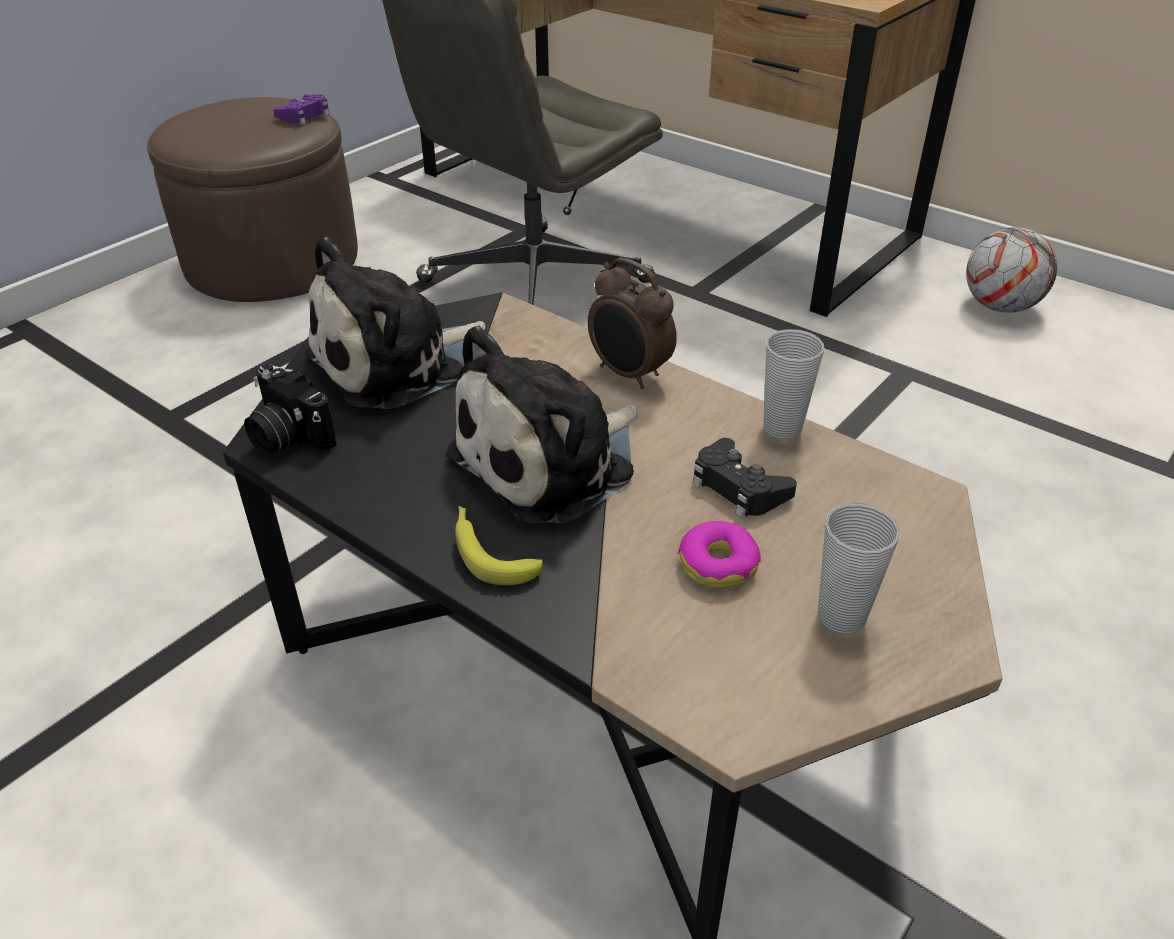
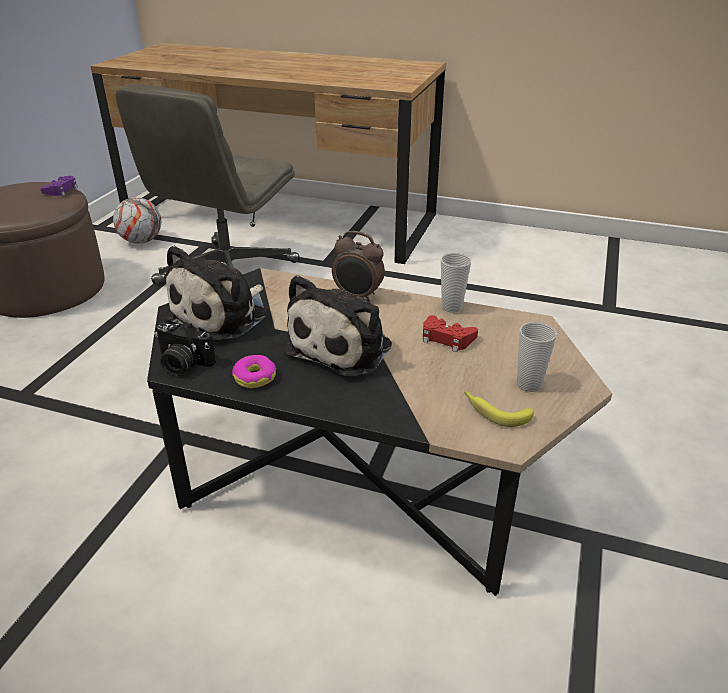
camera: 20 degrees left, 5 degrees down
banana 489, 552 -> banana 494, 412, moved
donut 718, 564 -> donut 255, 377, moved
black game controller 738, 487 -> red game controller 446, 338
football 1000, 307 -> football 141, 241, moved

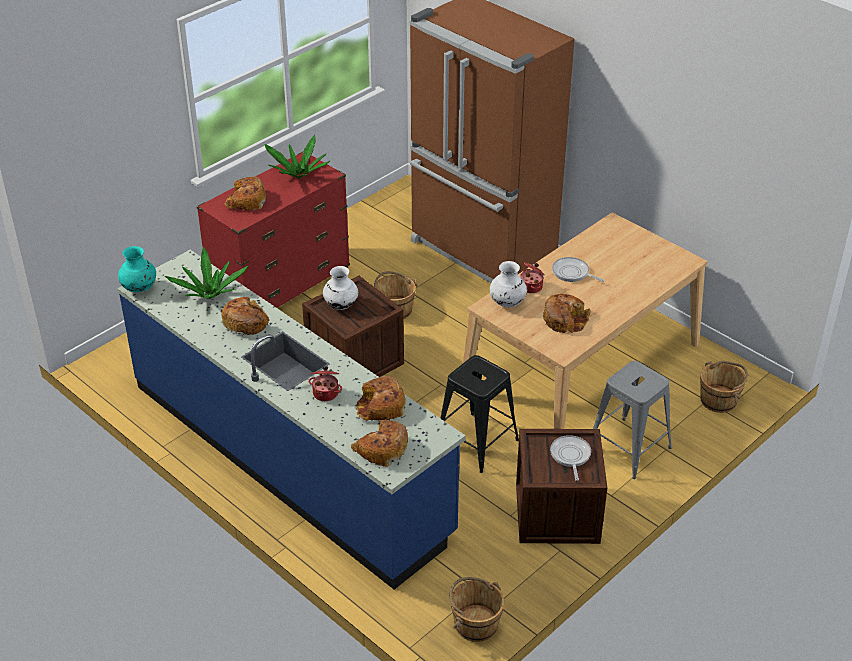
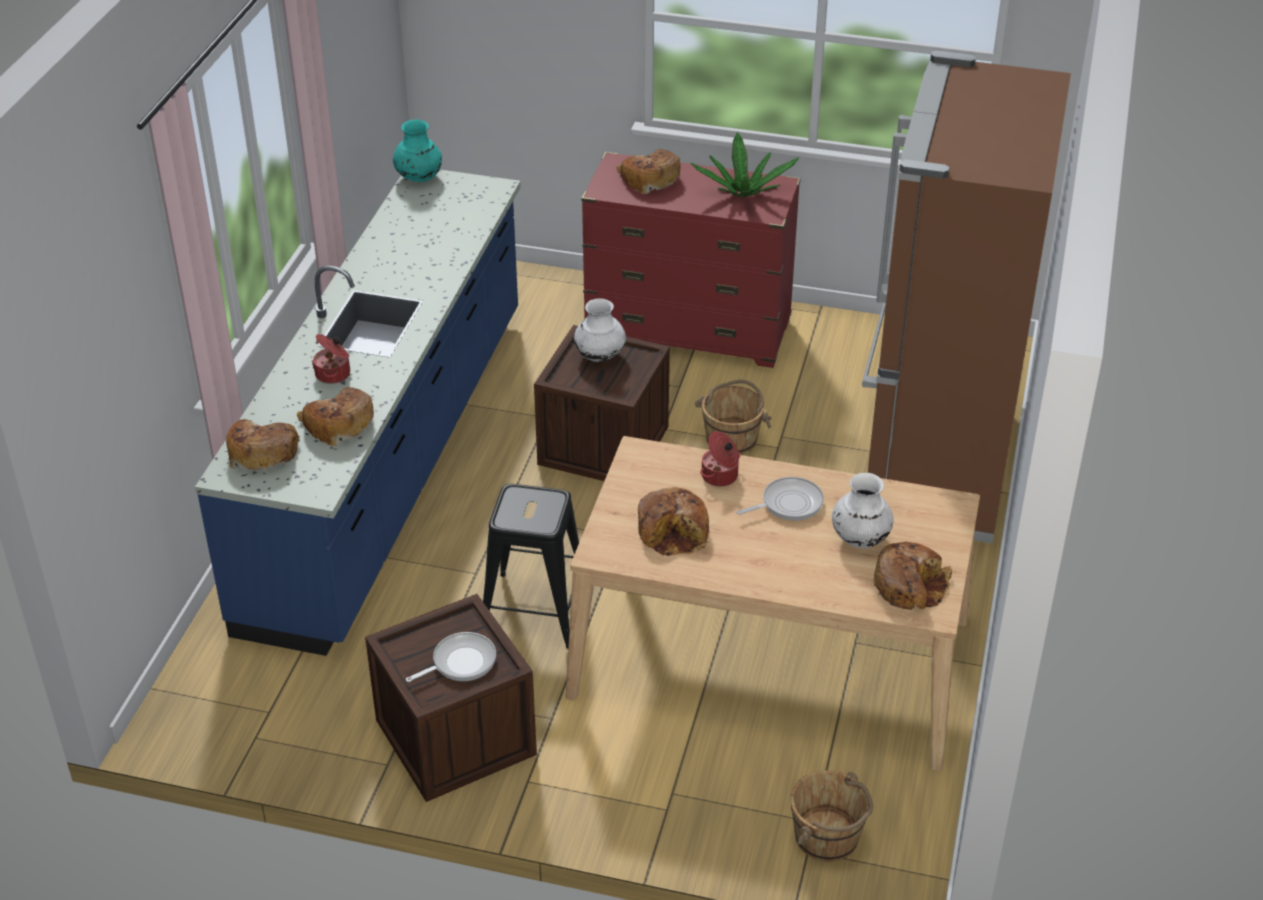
camera: 60 degrees right, 0 degrees up
potted plant 209, 294 -> none
bread 246, 322 -> bread 910, 585, moved
brown bucket 475, 624 -> none
white vase 507, 303 -> white vase 860, 539, moved
frying pan 572, 273 -> frying pan 788, 504, 60 degrees clockwise
grey stool 628, 447 -> none

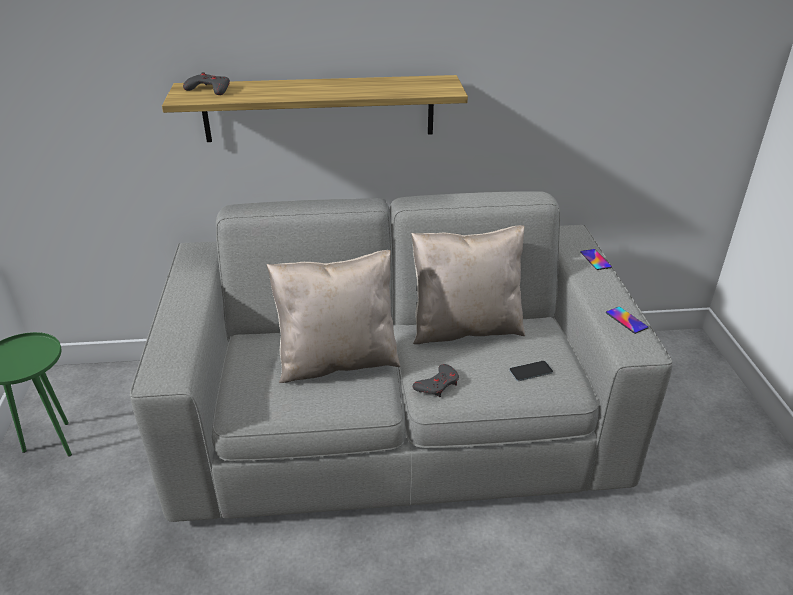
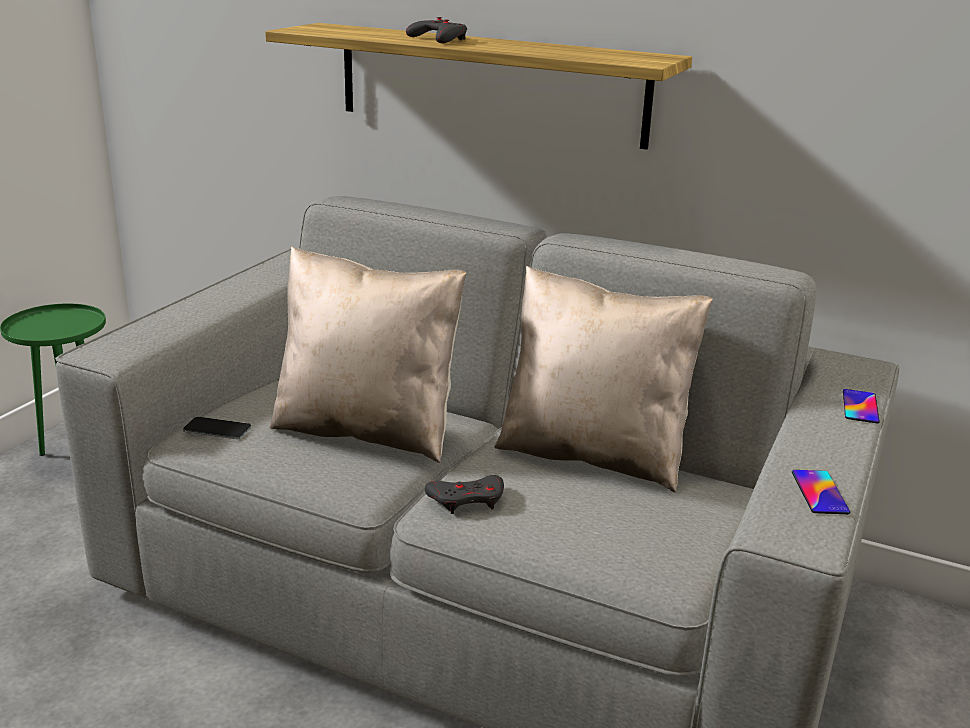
camera: 30 degrees right, 10 degrees down
grey game controller 209, 89 -> grey game controller 438, 39, moved
phone 530, 371 -> phone 217, 429, moved

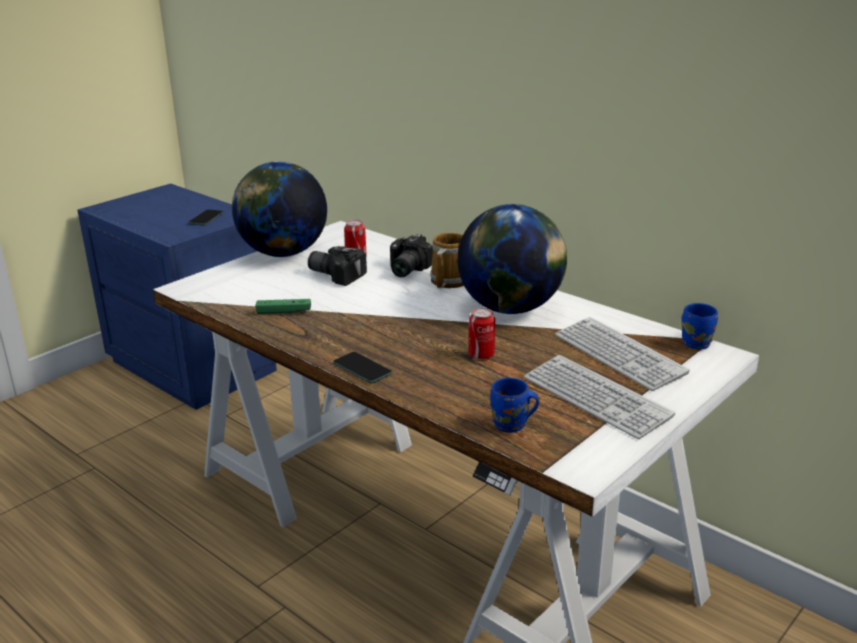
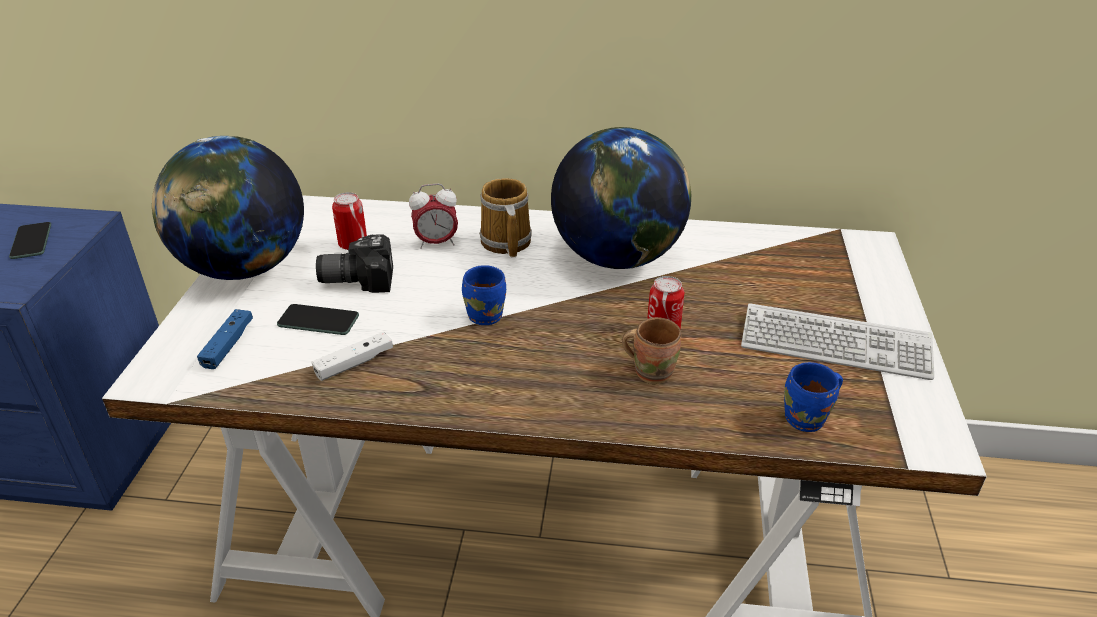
camera: 35 degrees left, 10 degrees up
green game controller 284, 312 -> white game controller 354, 363
phone 362, 368 -> phone 318, 320, moved
photo camera 405, 270 -> alarm clock 436, 243
keyboard 618, 355 -> none
blue mug 698, 343 -> blue mug 487, 315, moved
none -> blue game controller 228, 345
none -> brown mug 651, 371

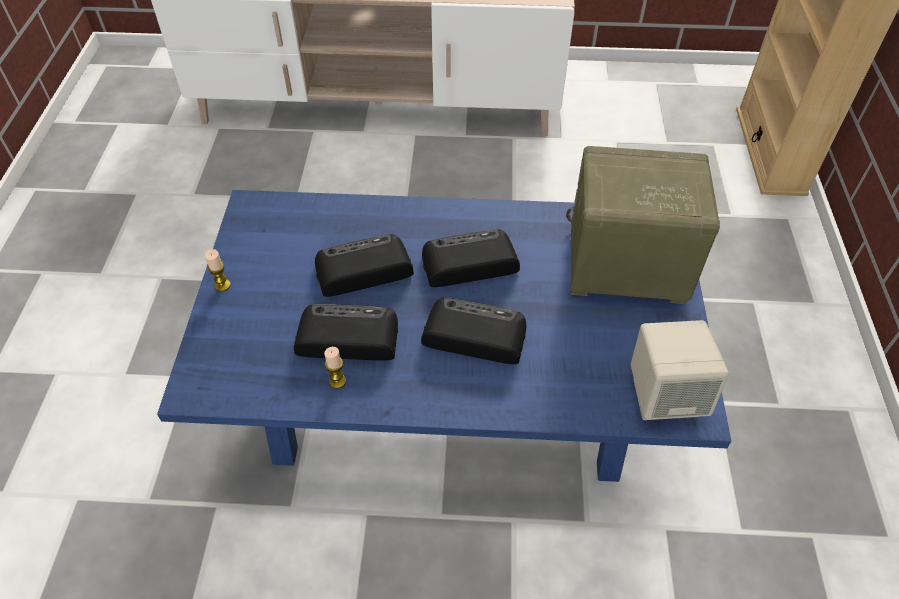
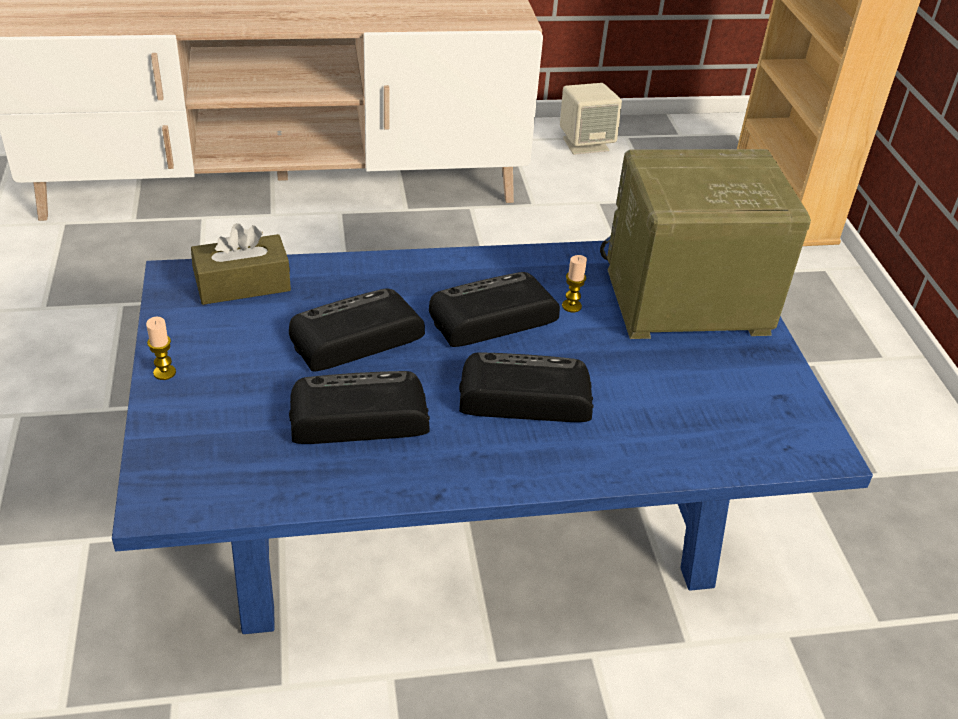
camera: 15 degrees left, 10 degrees down
candle 337, 381 -> candle 571, 306, moved
beige speaker 665, 396 -> beige speaker 585, 144, moved
none -> brown tissue box 242, 284

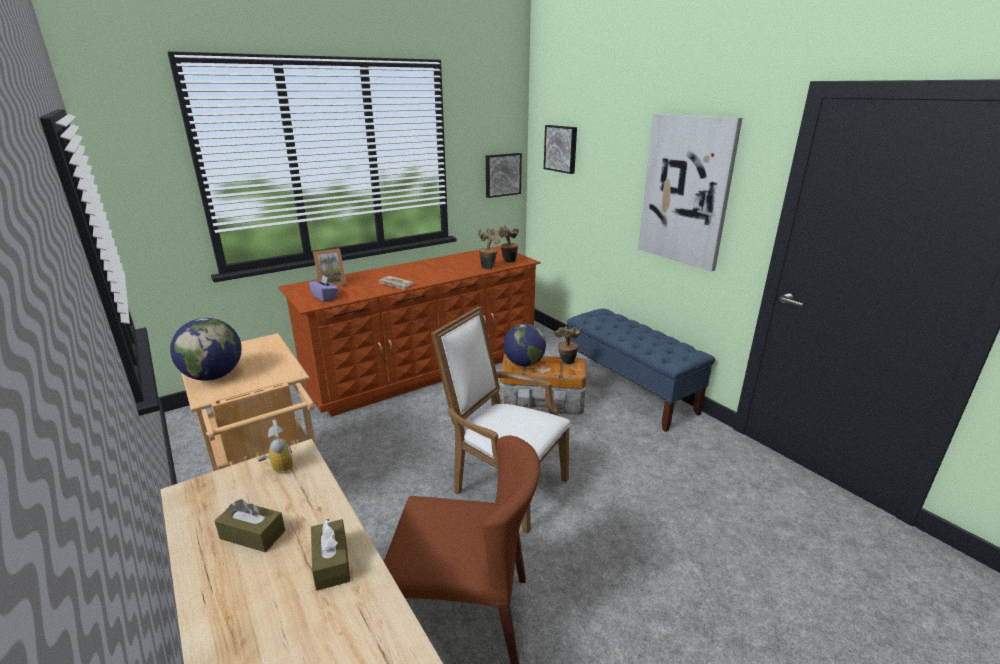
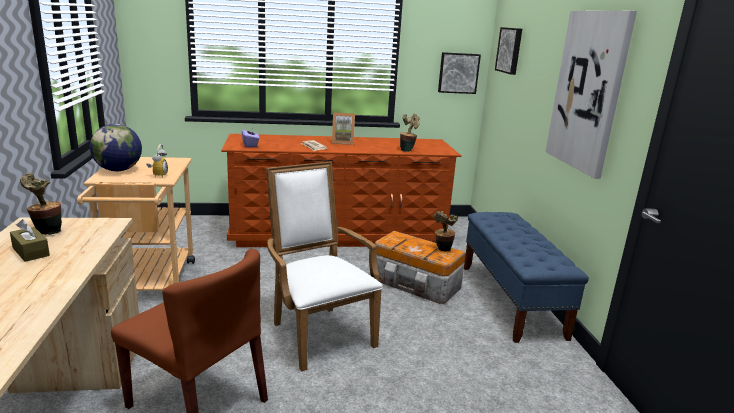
camera: 25 degrees right, 5 degrees down
alarm clock 277, 467 -> alarm clock 158, 175, moved
brown tissue box 331, 562 -> none
picture frame 331, 284 -> picture frame 342, 142, moved
potted plant 508, 262 -> potted plant 46, 232, moved
globe 524, 363 -> none

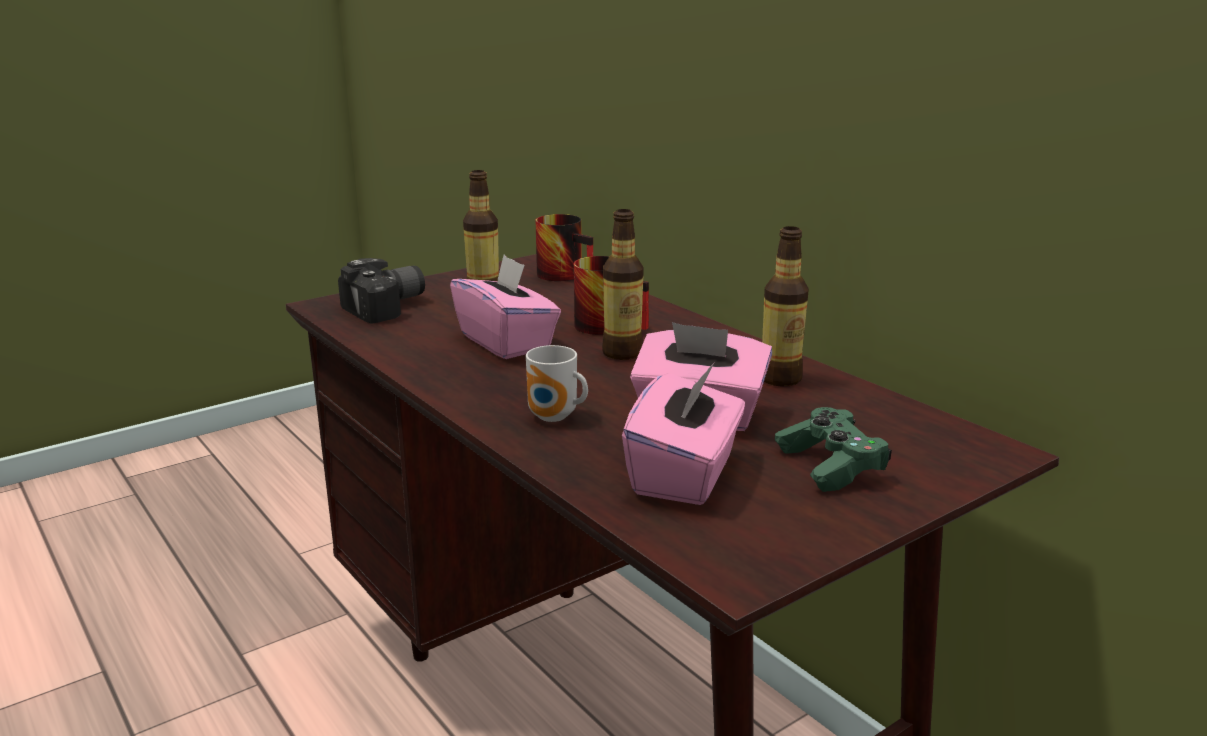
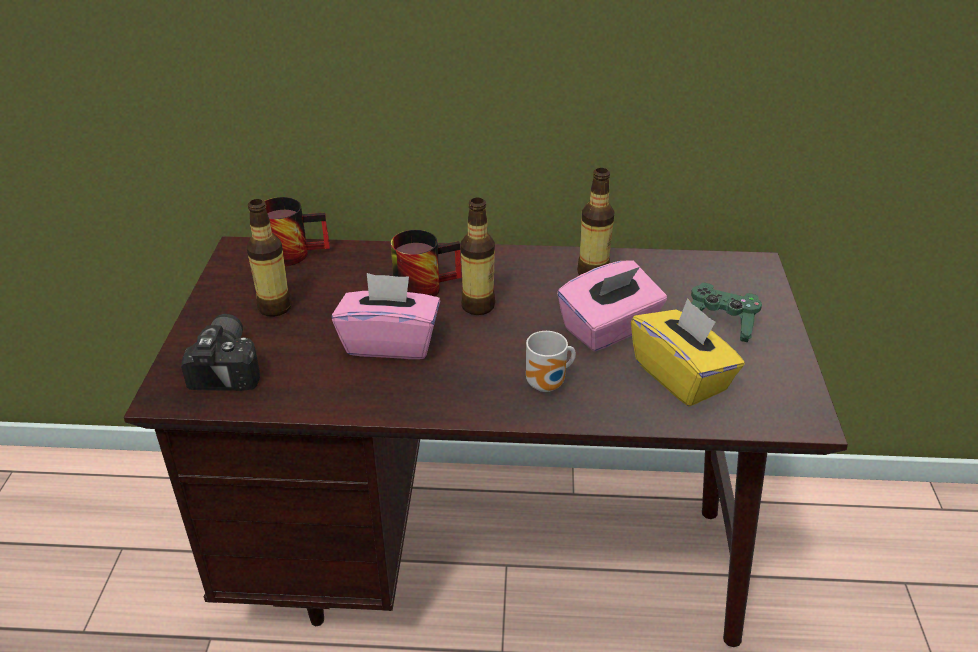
camera: 50 degrees left, 15 degrees up
pink tissue box 685, 475 -> yellow tissue box 681, 376

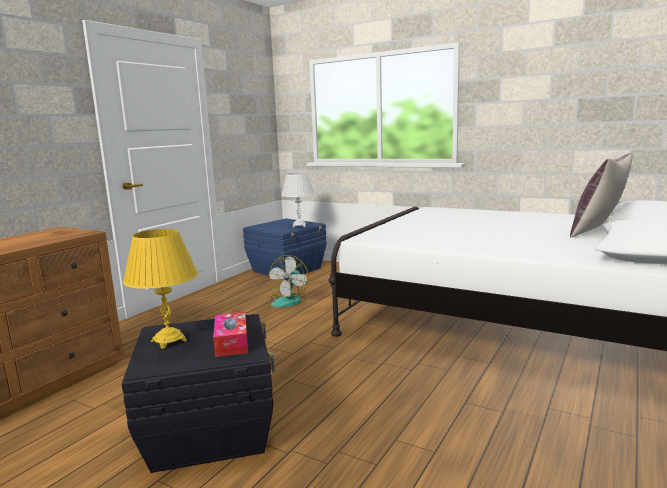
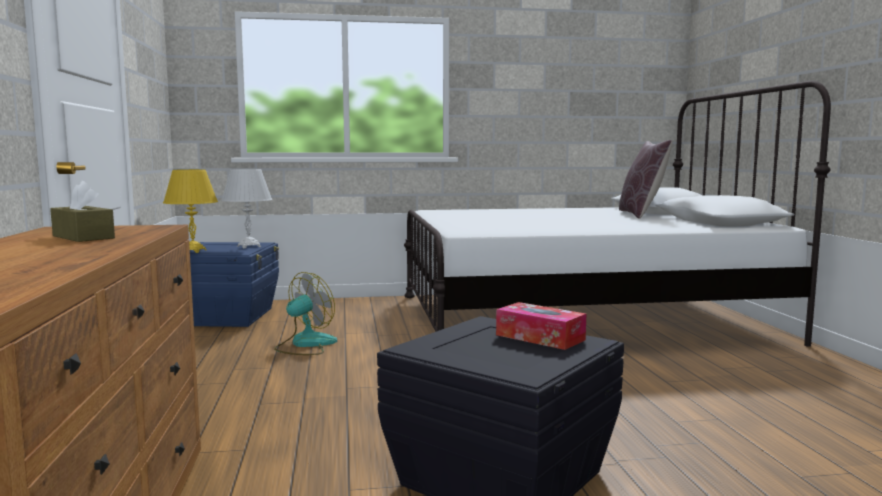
camera: 40 degrees left, 5 degrees down
yellow table lamp 169, 341 -> yellow table lamp 193, 251, moved
fan 289, 300 -> fan 305, 344, 120 degrees counterclockwise
none -> brown tissue box 83, 237

